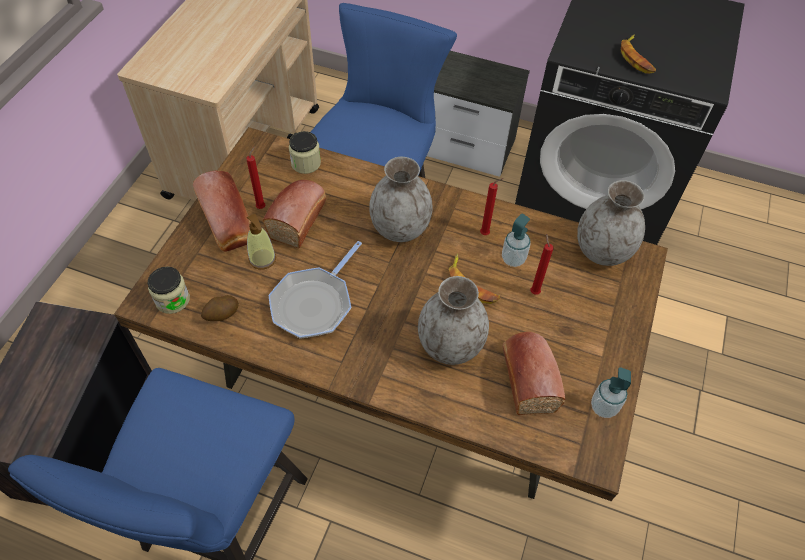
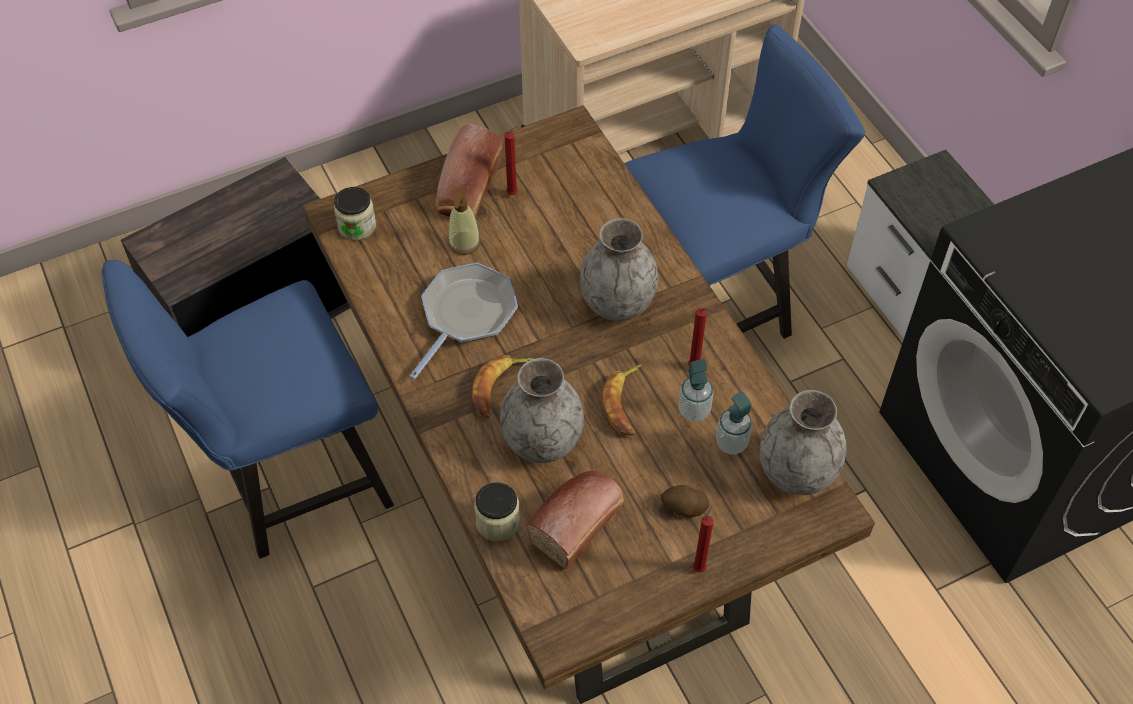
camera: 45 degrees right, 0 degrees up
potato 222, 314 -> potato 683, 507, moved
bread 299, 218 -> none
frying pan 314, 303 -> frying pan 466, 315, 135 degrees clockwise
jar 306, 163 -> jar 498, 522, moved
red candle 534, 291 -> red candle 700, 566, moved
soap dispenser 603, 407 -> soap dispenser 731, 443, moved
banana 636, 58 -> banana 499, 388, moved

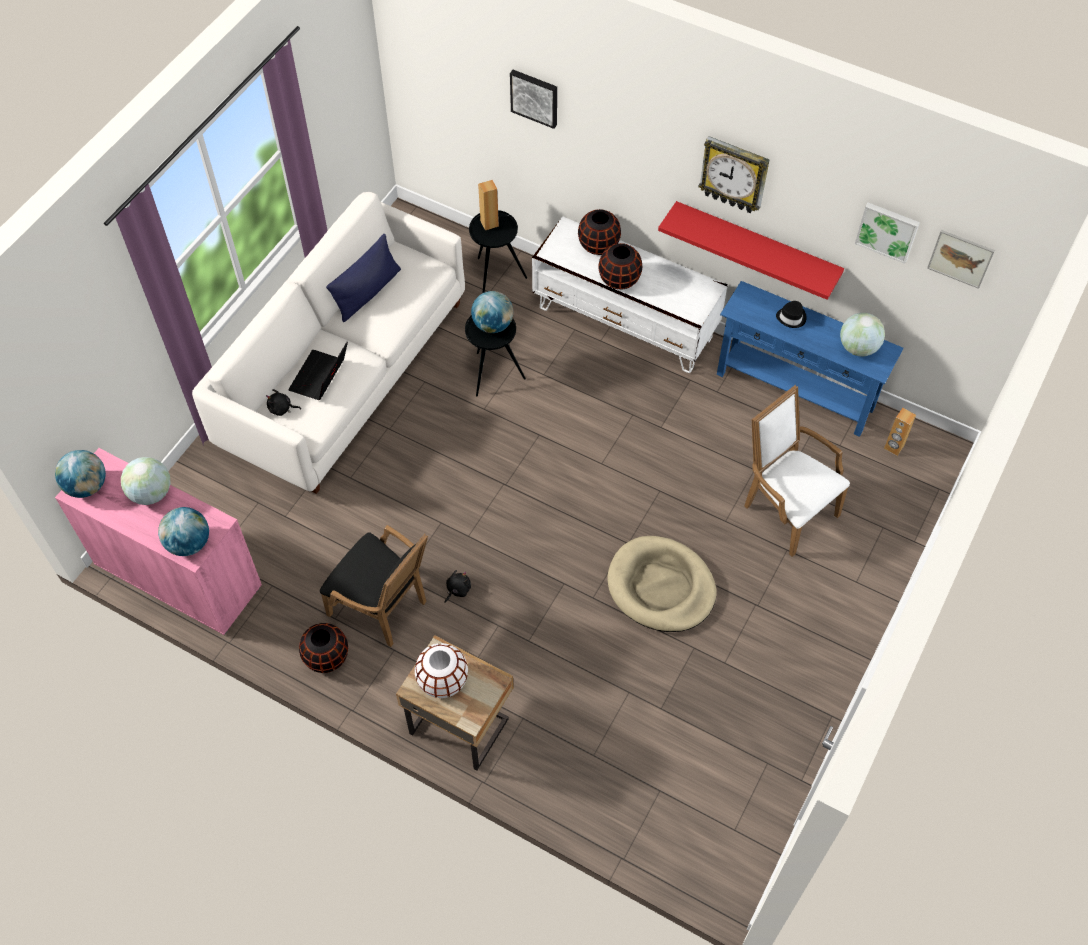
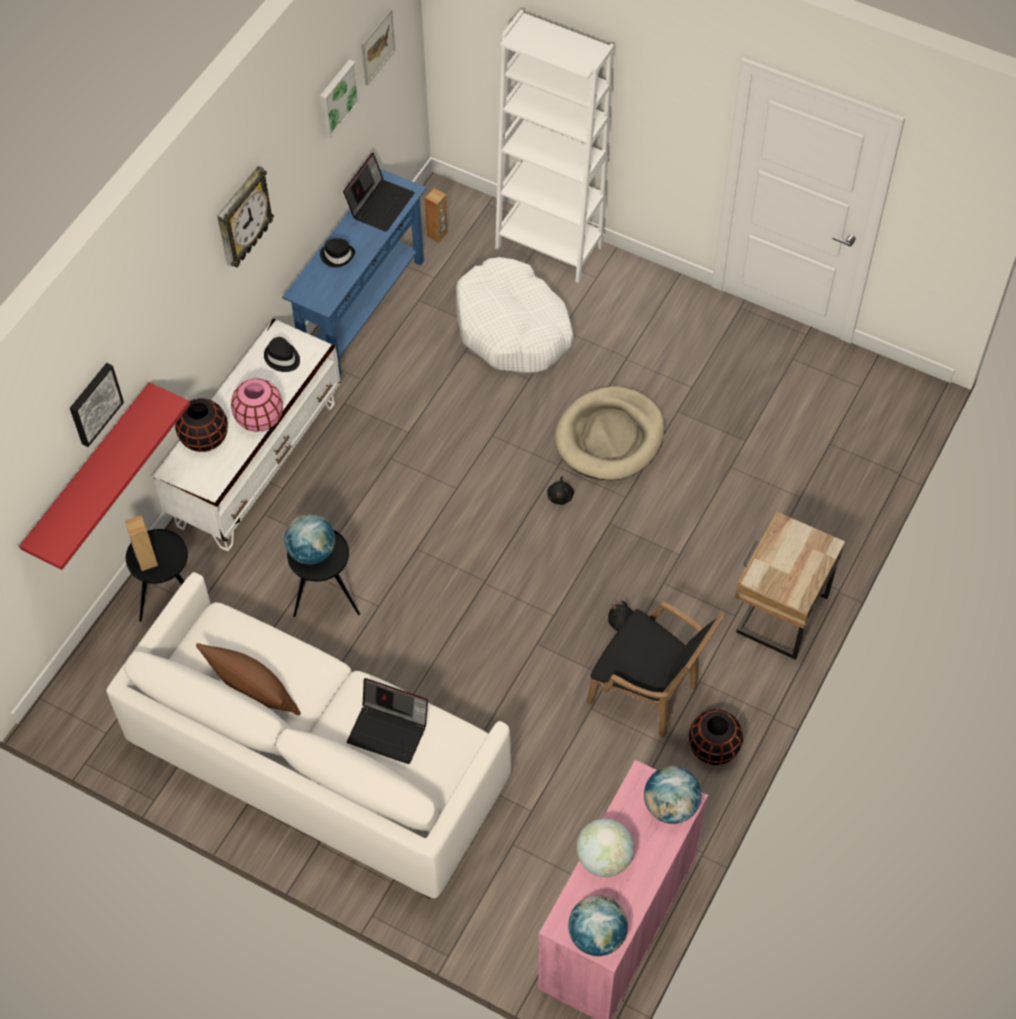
camera: 90 degrees left, 0 degrees up
black plush toy 282, 409 -> black plush toy 560, 496, moved
black armchair 383, 609 -> black armchair 650, 695, 90 degrees clockwise
blue pillow 367, 292 -> brown pillow 253, 690
white vase 443, 680 -> none
black vase 619, 280 -> pink vase 260, 419
red shelf 756, 245 -> red shelf 89, 473, moved
white armchair 785, 508 -> white dog bed 513, 328
globe 858, 347 -> laptop 380, 204
none -> black hat 282, 358
none -> white bookcase 549, 246

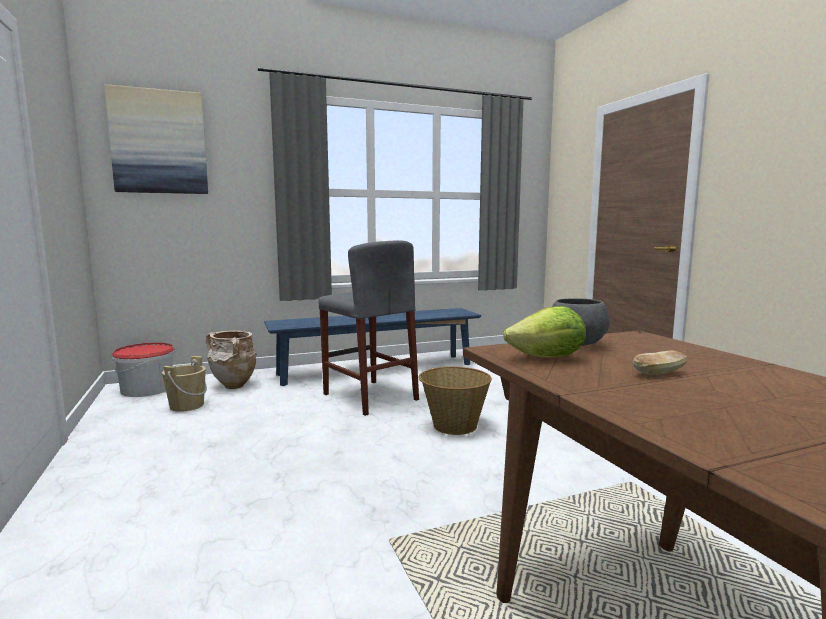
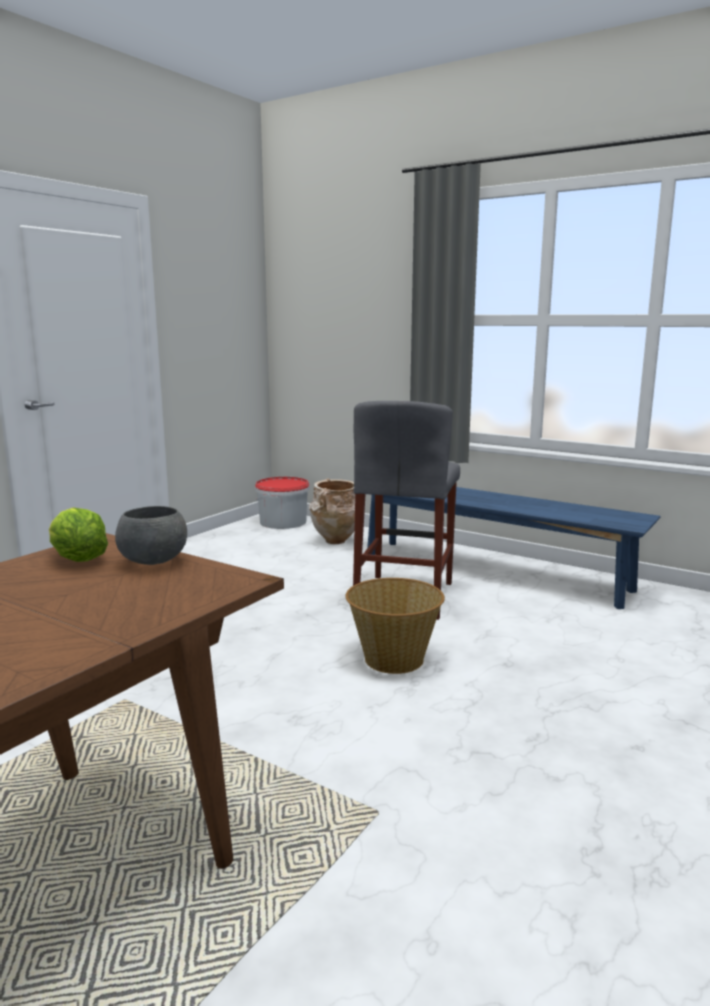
camera: 55 degrees right, 5 degrees up
picture 159, 142 -> none
beige bucket 187, 406 -> none
bread 659, 373 -> none

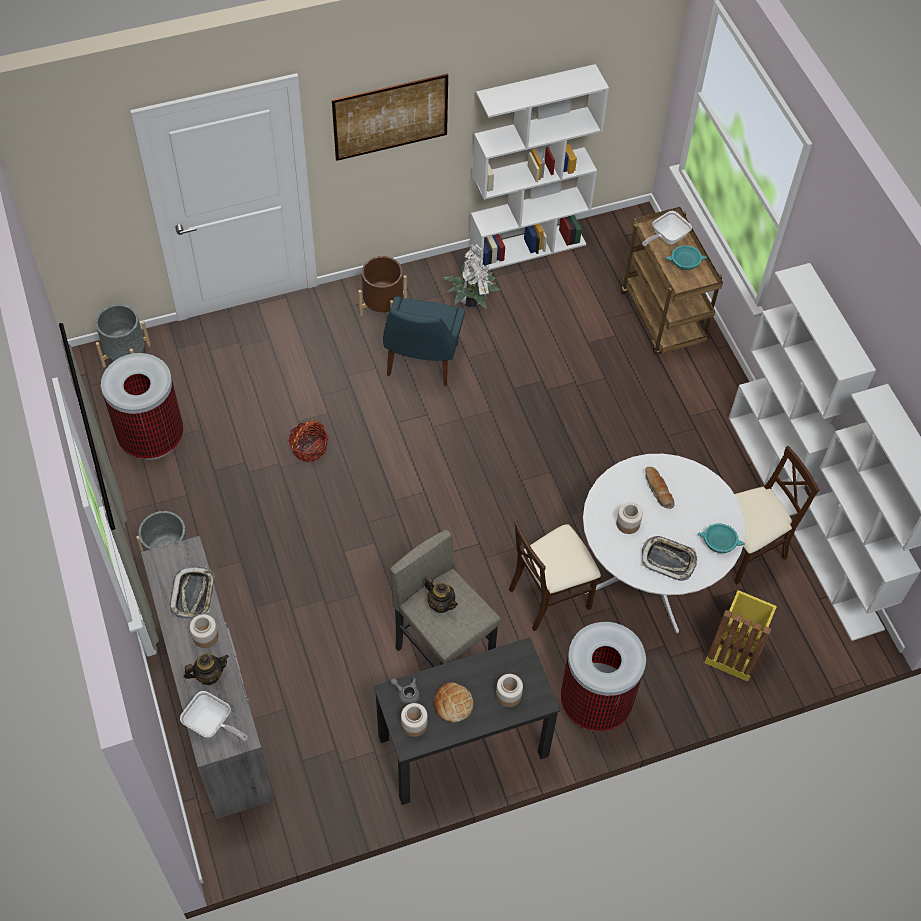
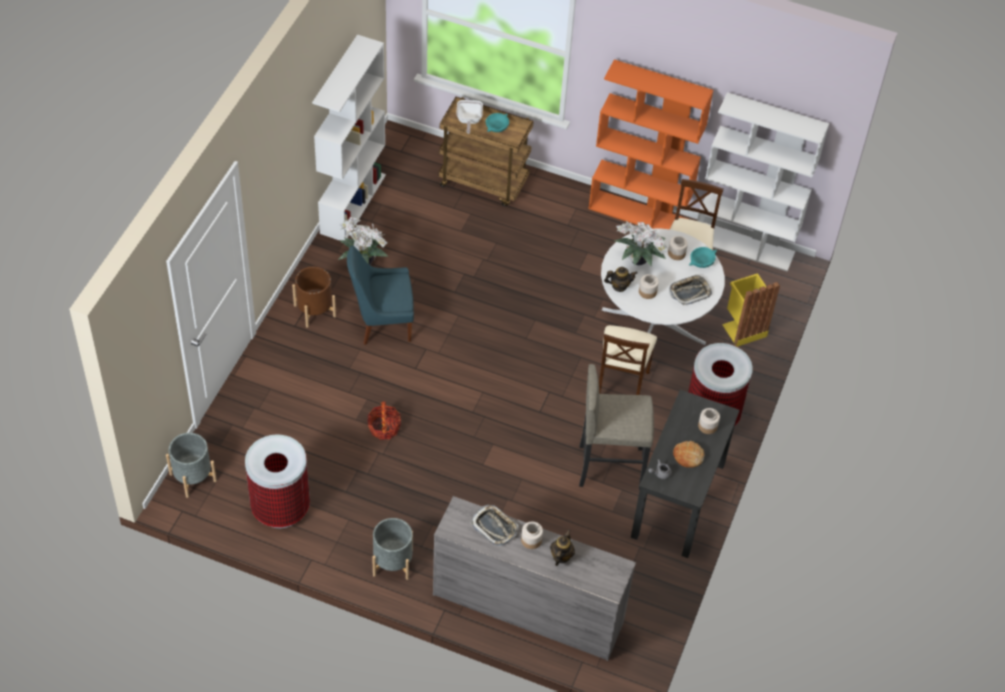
camera: 50 degrees left, 5 degrees down
frying pan 212, 725 -> none
picture 390, 117 -> none
blue chair 421, 362 -> blue chair 382, 322, 120 degrees clockwise
jar 414, 724 -> jar 677, 253, moved
teapot 441, 604 -> teapot 619, 286, moved
bread 657, 490 -> potted plant 639, 262
white bookcase 771, 462 -> orange bookcase 639, 214

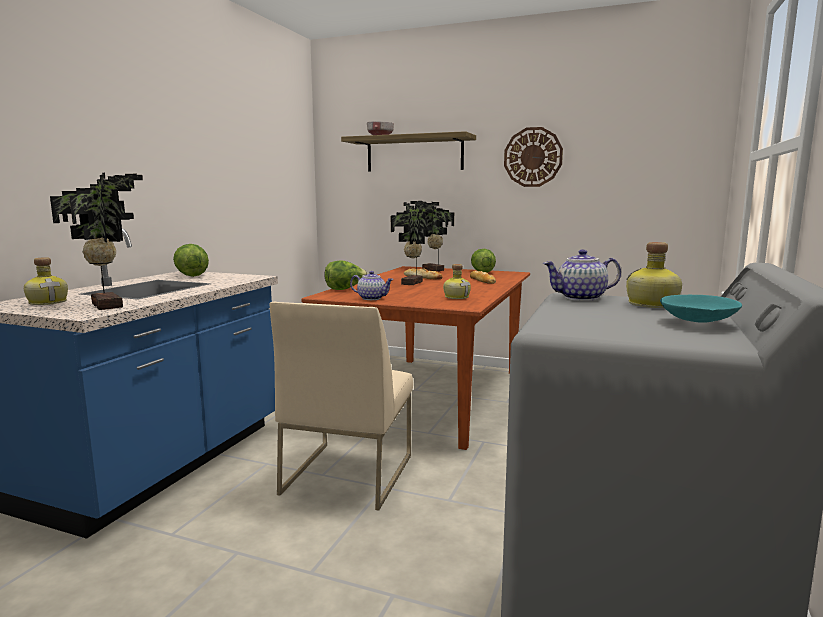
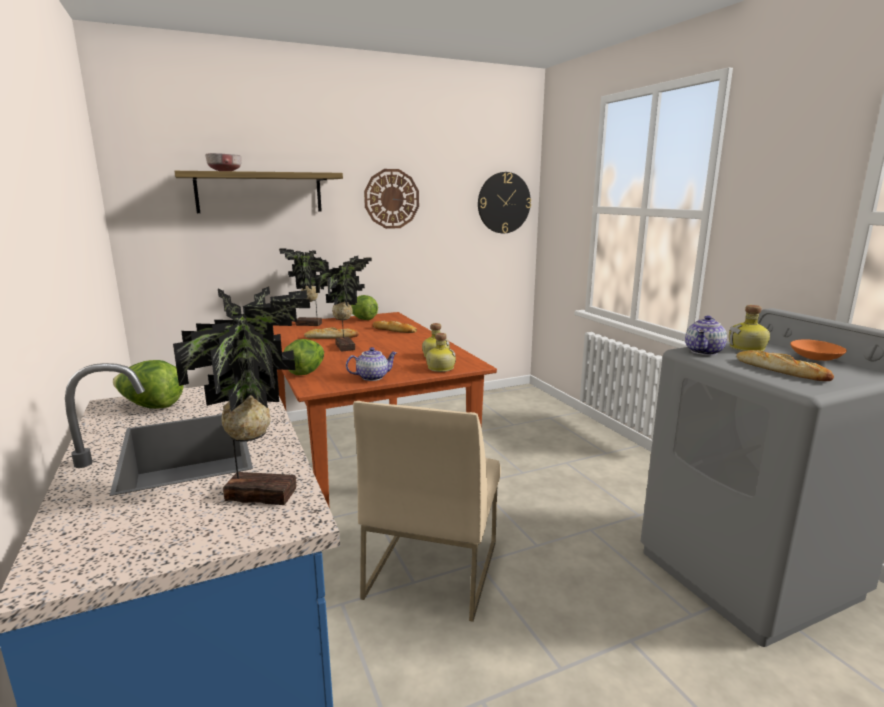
camera: 45 degrees left, 5 degrees up
bottle 48, 302 -> bottle 440, 368, moved
beige chair 347, 473 -> beige chair 431, 568, 45 degrees clockwise
turquoise bowl 697, 320 -> orange bowl 816, 358
none -> wall clock 504, 203
none -> bread 781, 370

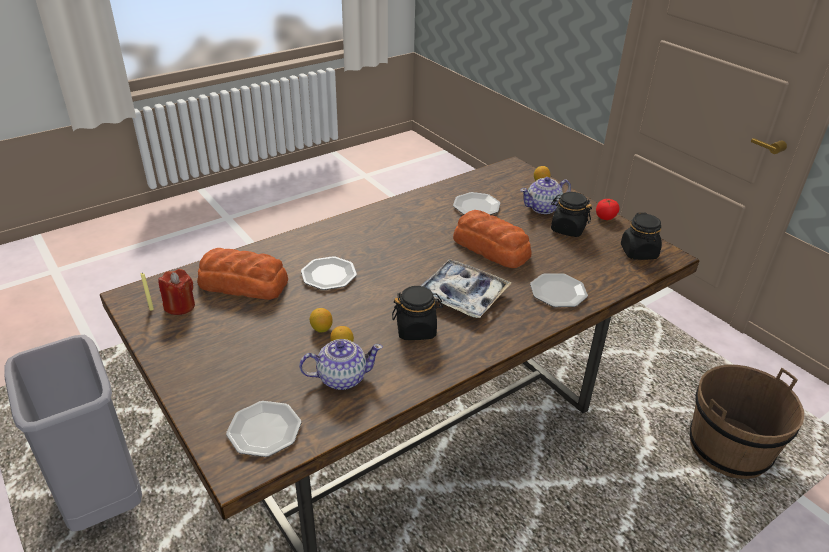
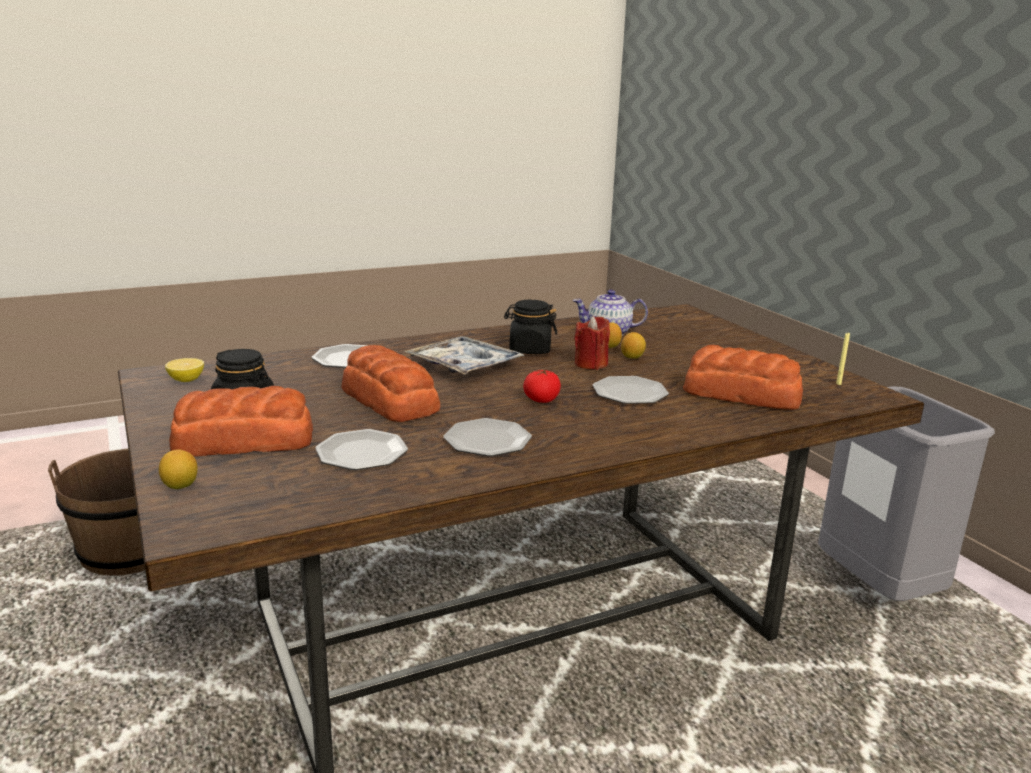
camera: 170 degrees left, 15 degrees down
red candle 180, 306 -> red candle 591, 364, moved
plate 263, 430 -> plate 488, 441, moved
teapot 543, 208 -> bread 242, 441
tomato 605, 217 -> tomato 541, 400, moved
black jar 639, 252 -> lemon 186, 380

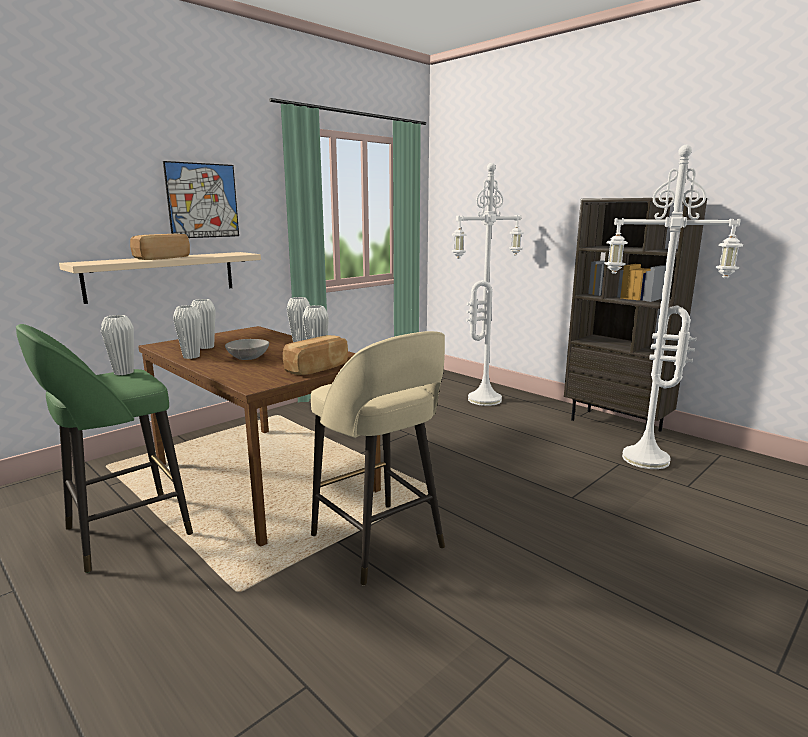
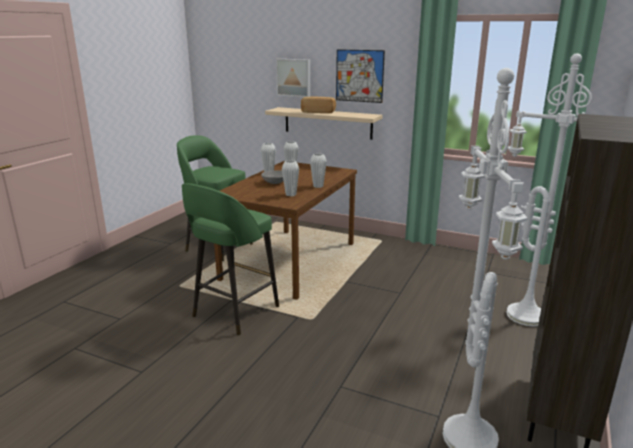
camera: 70 degrees right, 5 degrees up
white vase 123, 372 -> none
bread 318, 369 -> none
beige stool 379, 543 -> green stool 234, 312
none -> picture 294, 77

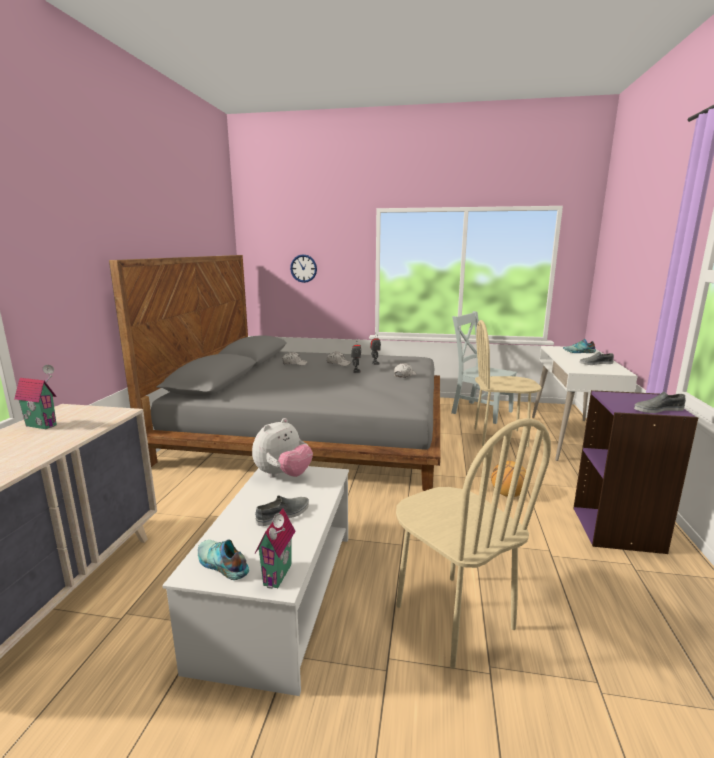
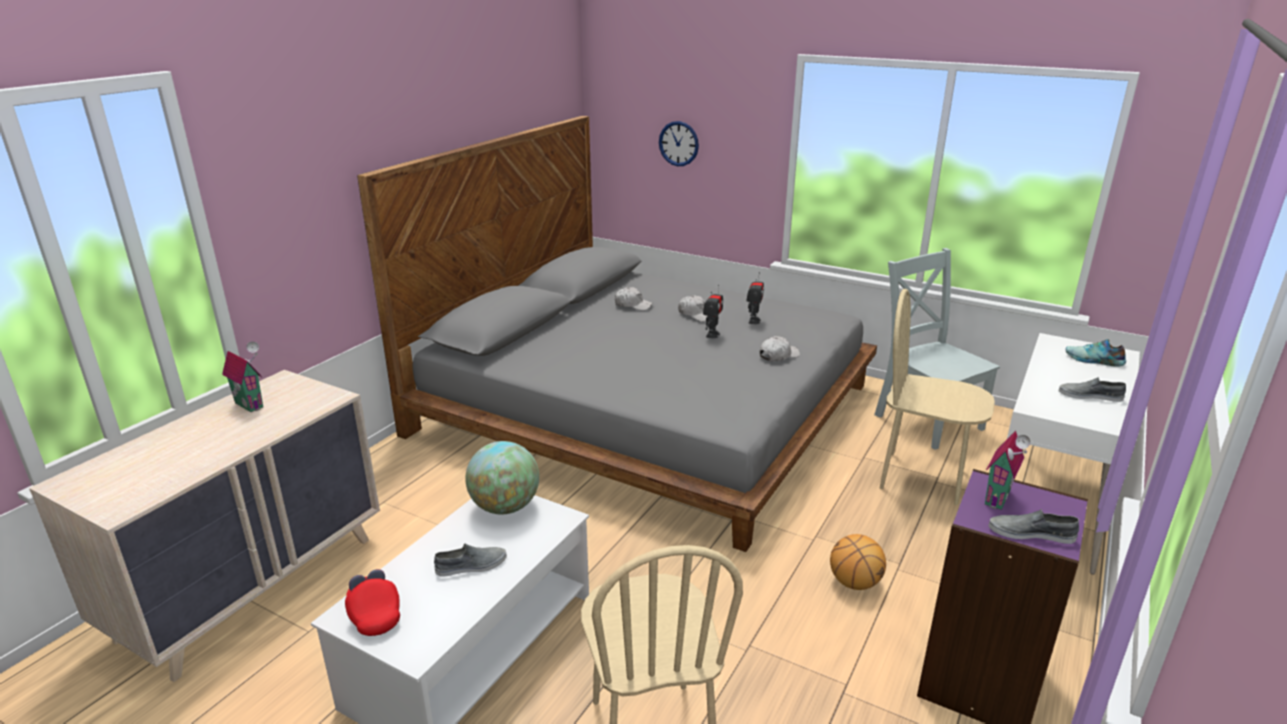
camera: 20 degrees right, 10 degrees up
shoe 221, 564 -> red cap 374, 614
plush toy 283, 475 -> globe 505, 507
toy house 280, 575 -> toy house 1000, 499, moved

